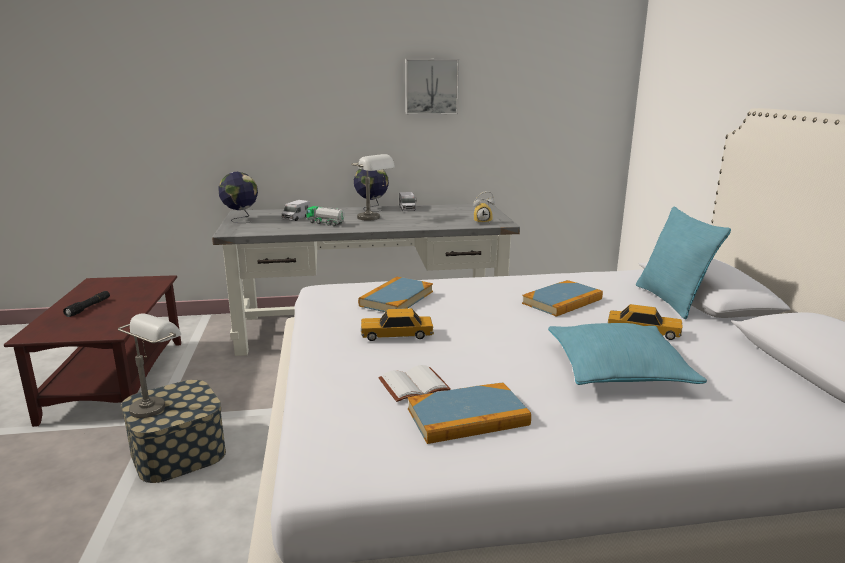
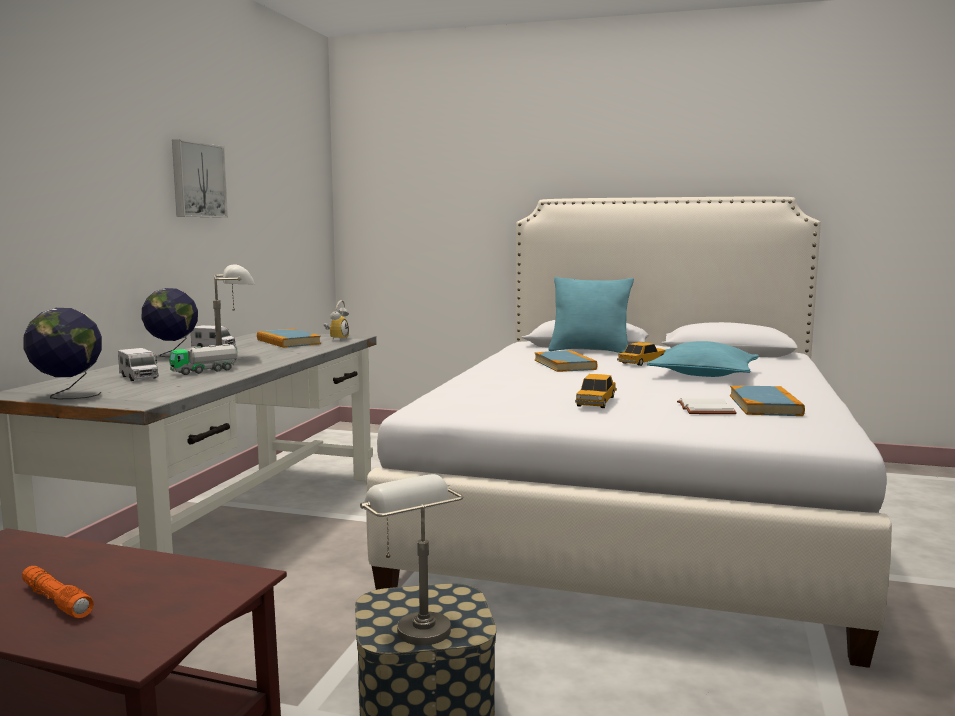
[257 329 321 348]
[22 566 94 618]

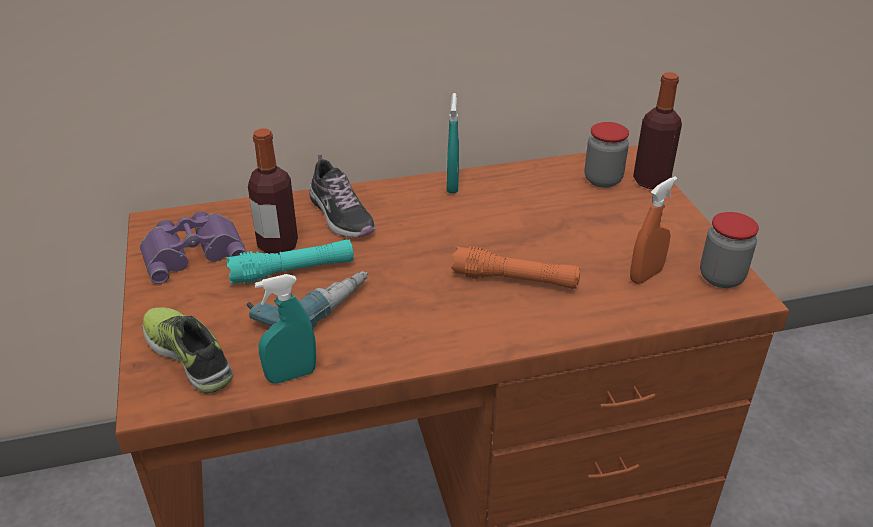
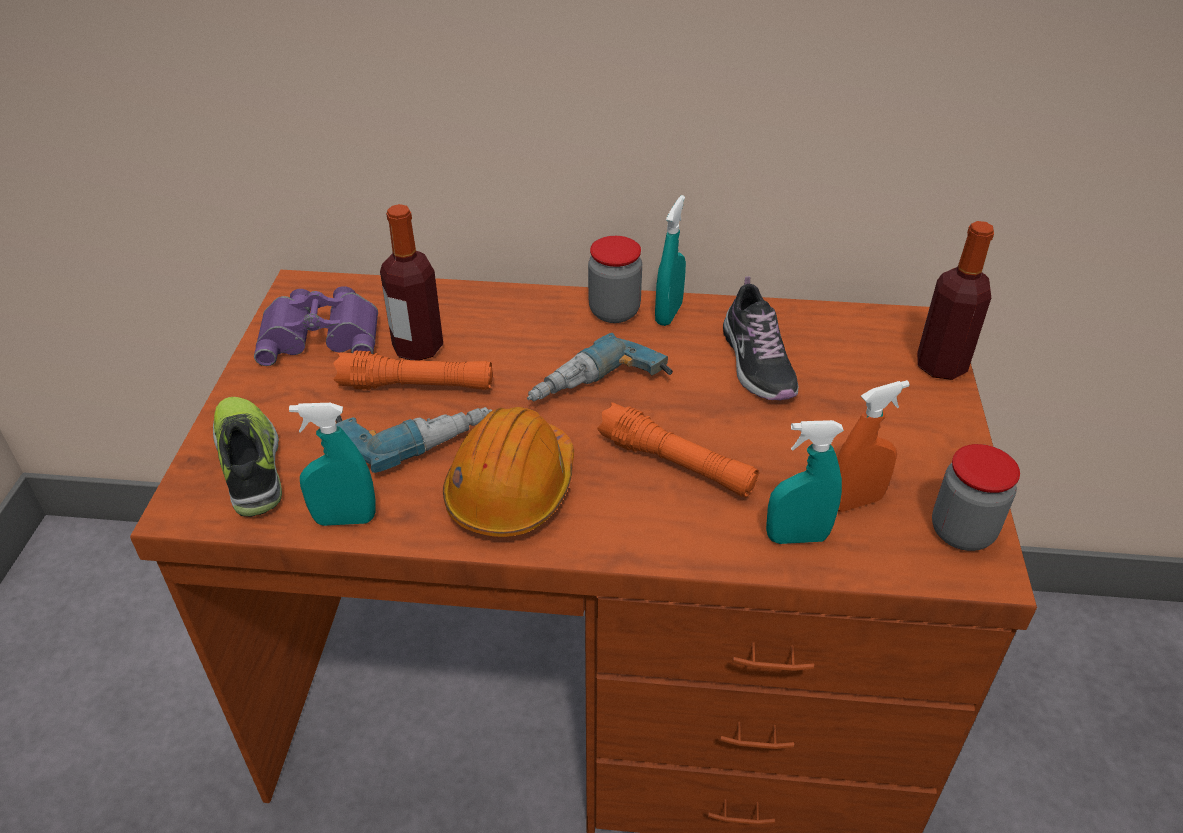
[588 236 642 323]
[723 276 798 400]
[334 351 493 390]
[527 333 673 401]
[443 407 574 537]
[766 420 844 544]

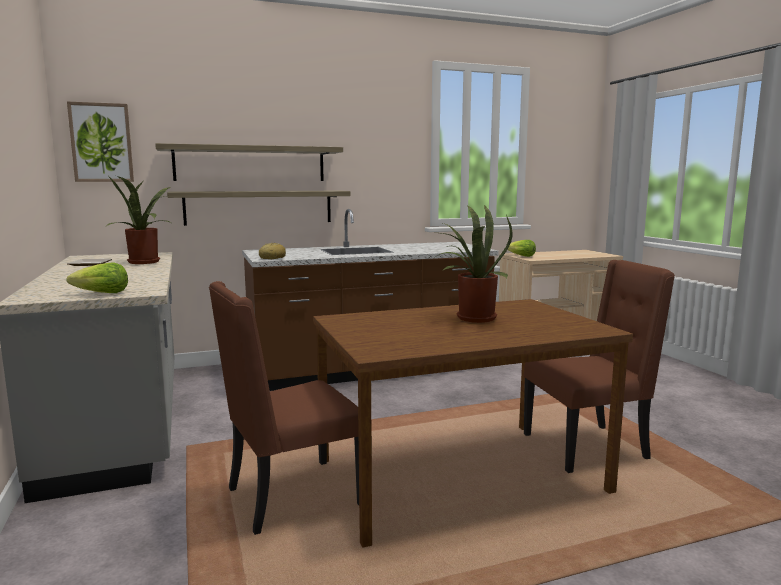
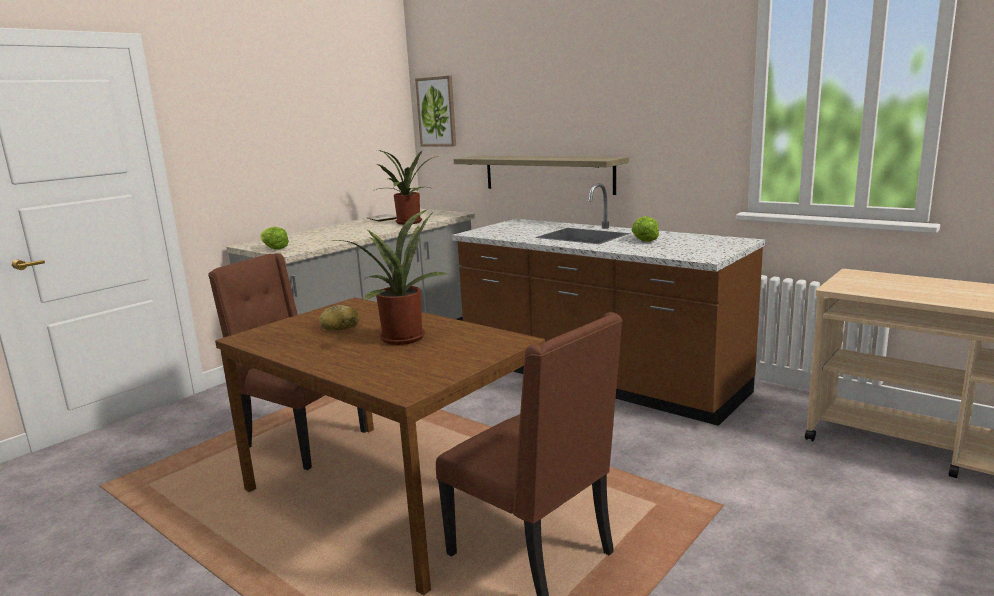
[155 143 343 181] (first image)
[631 216 659 242]
[319 305 359 331]

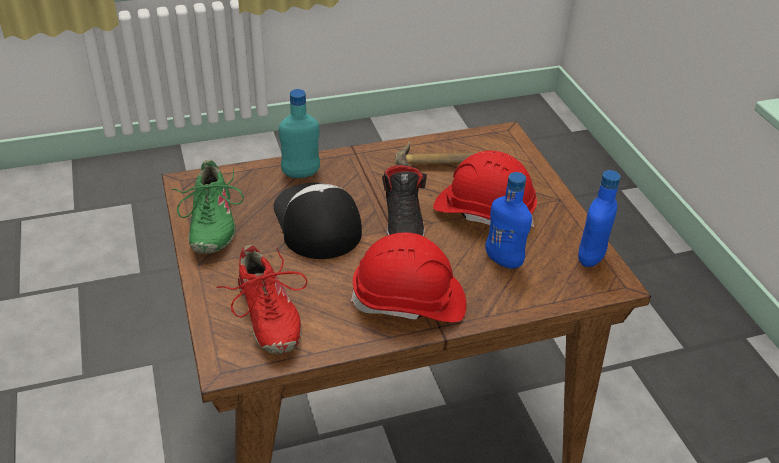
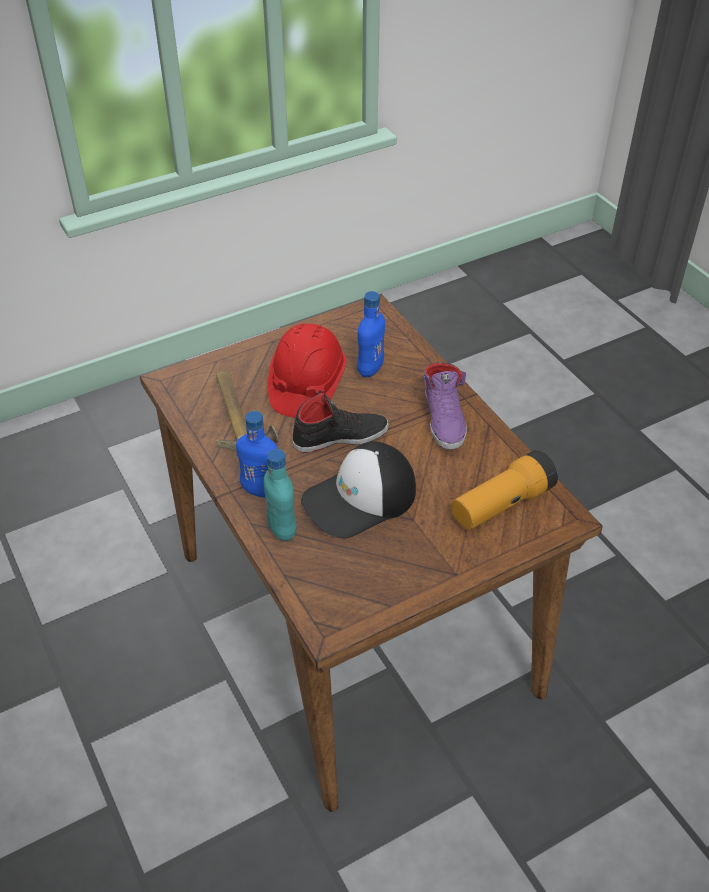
[171 160 244 254] (first image)
[236 411 278 498]
[424 362 467 449]
[452 450 558 530]

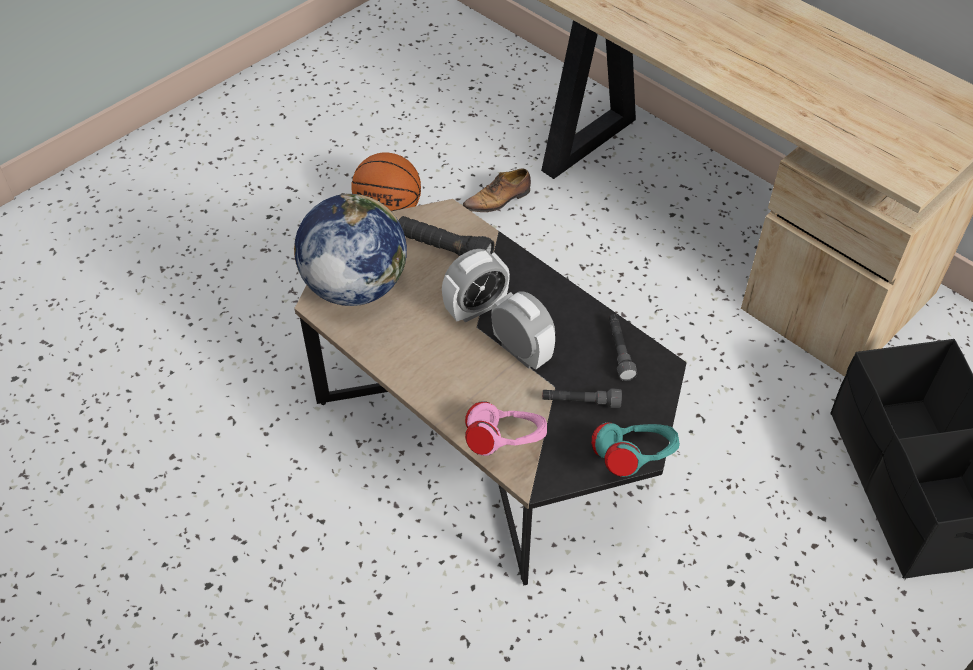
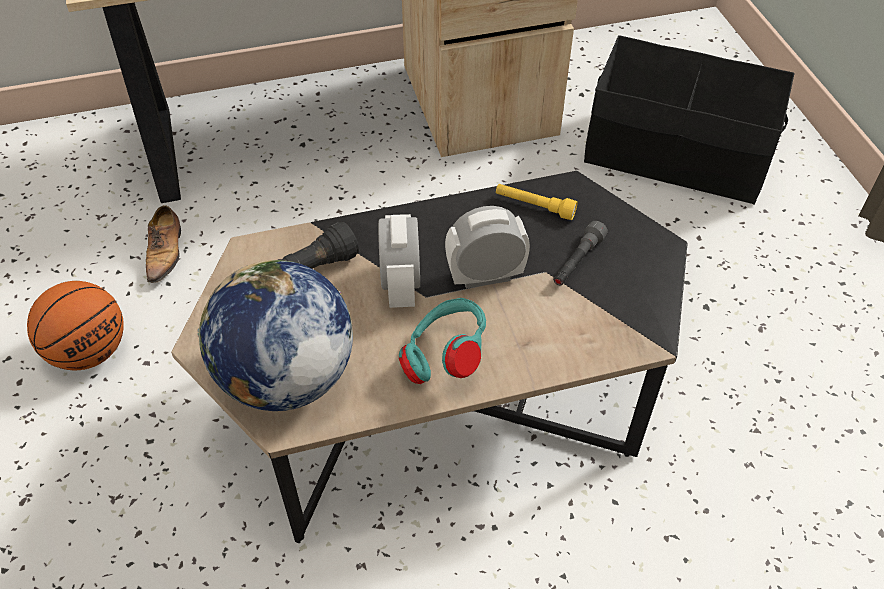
[496 184 578 220]
[465 401 547 456] (first image)
[399 298 486 384]

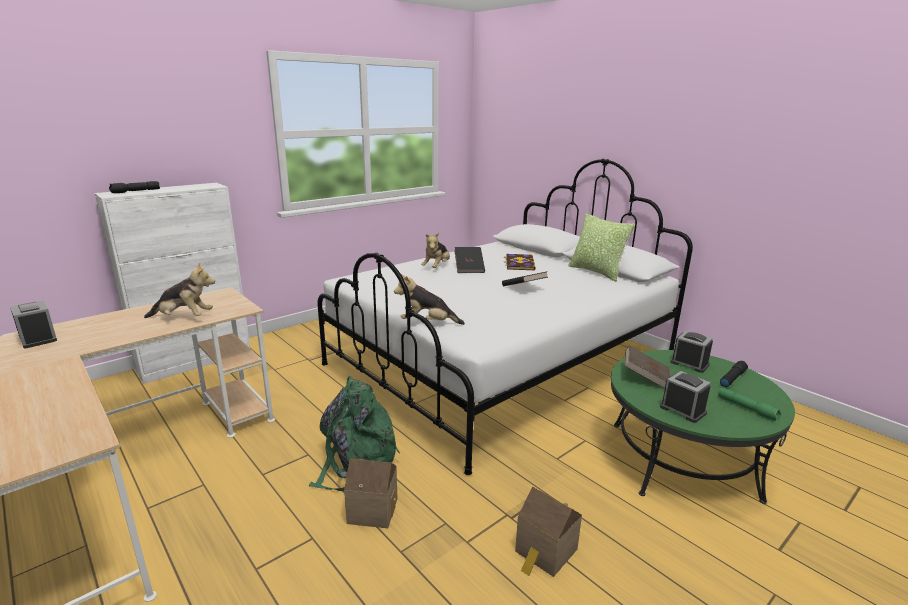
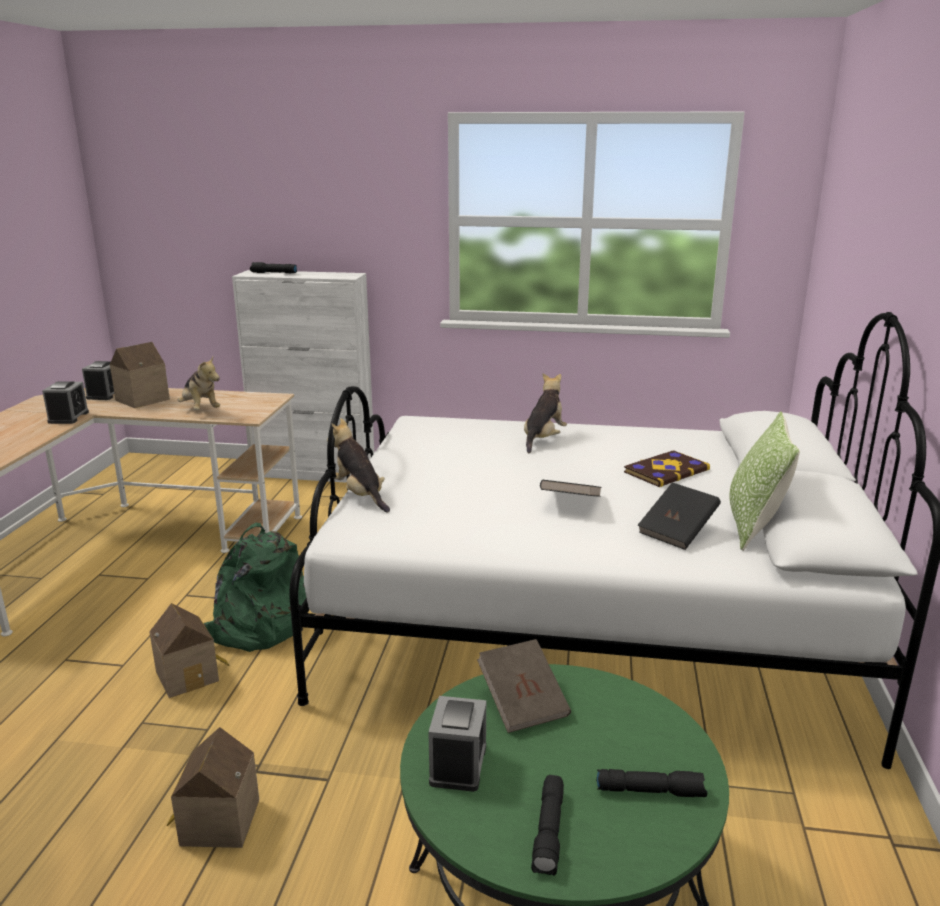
[524 373 567 453]
[637 482 721 550]
[42 381 89 424]
[531 775 564 876]
[110 342 170 408]

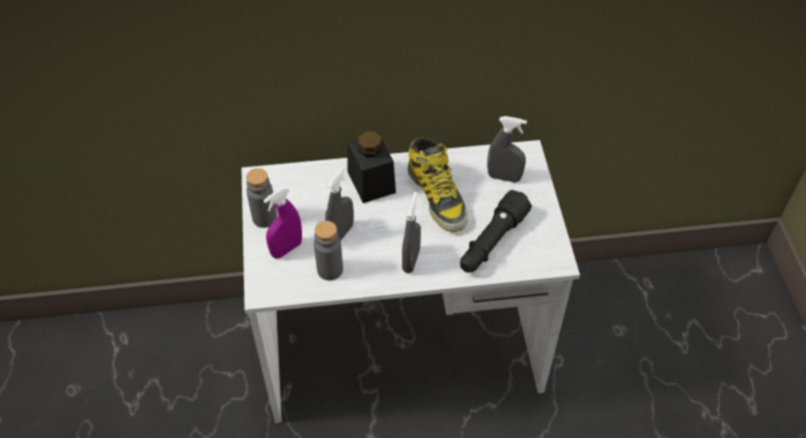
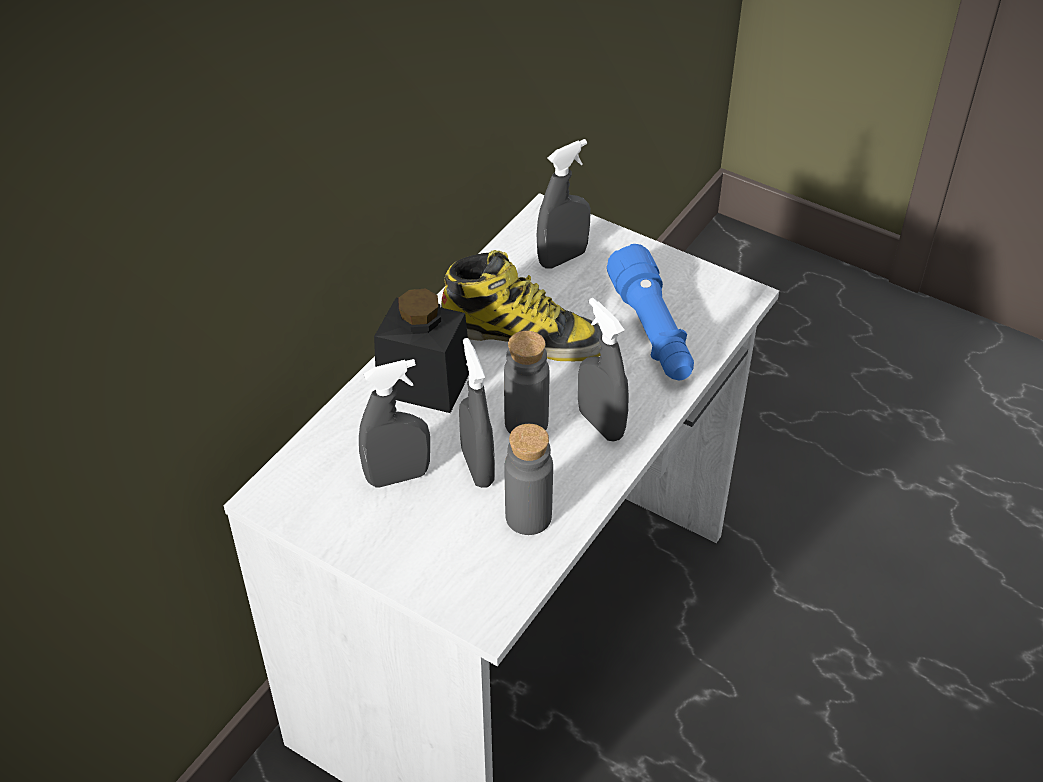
[504 331 550 433]
[264 187 302 259] (first image)
[607 244 694 380]
[359 359 430 488]

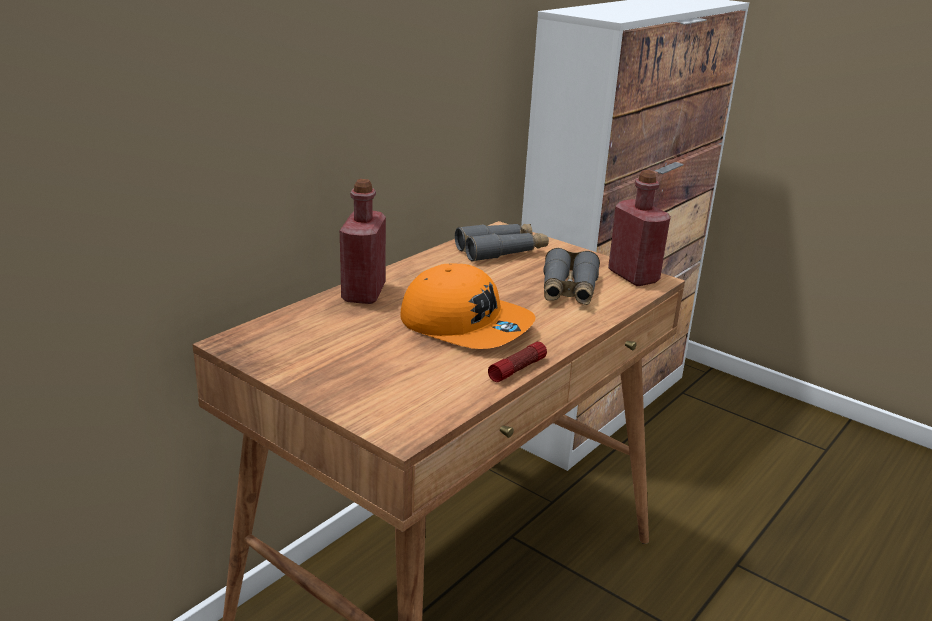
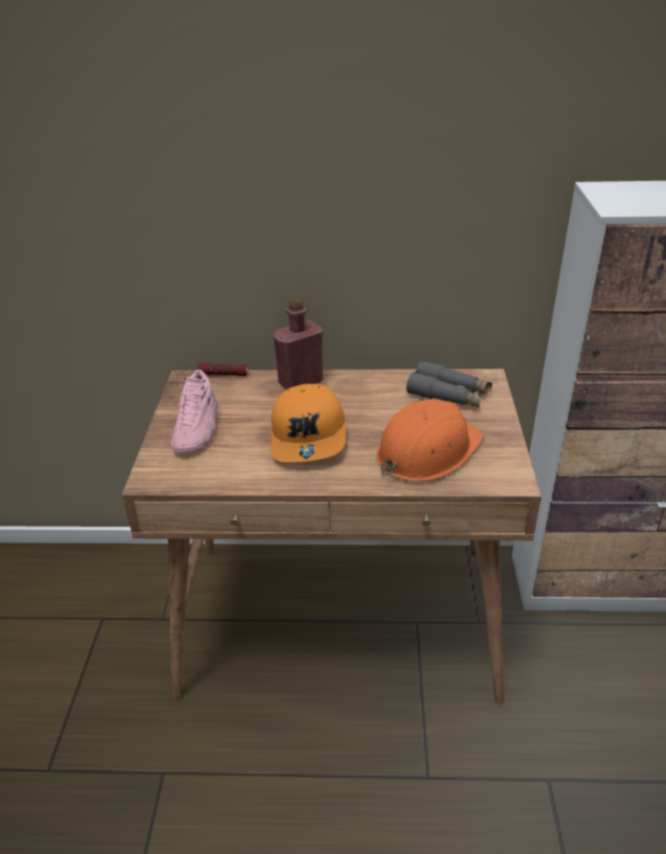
[608 170 671 286] (first image)
[376 399 483 482]
[198 363 248 376]
[171 370 218 454]

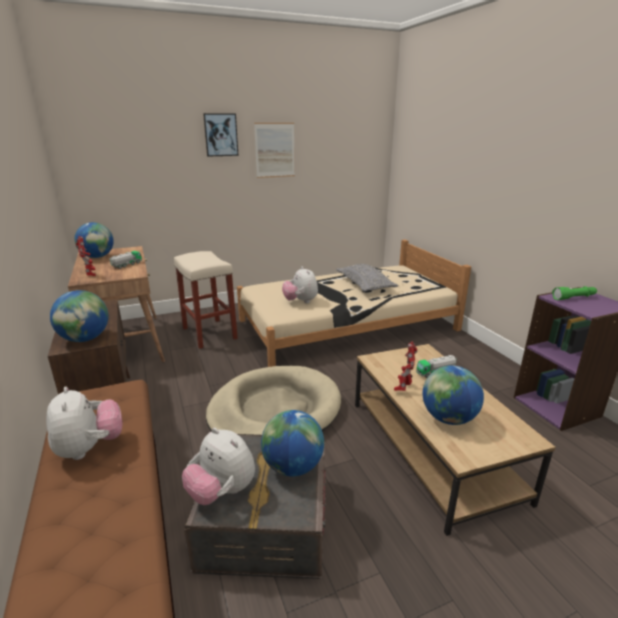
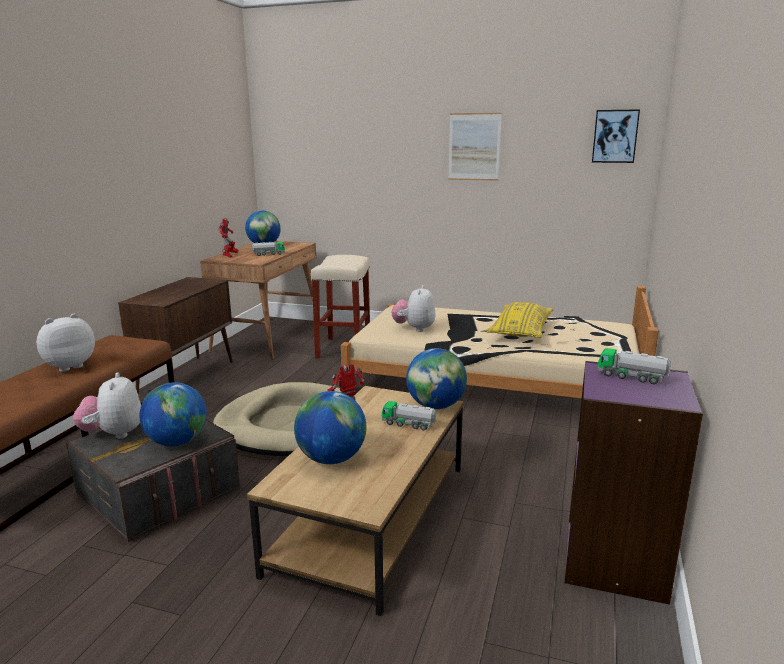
[592 109 640 163]
[486 302 554 338]
[598 348 671 384]
[406 348 467 409]
[36 314 95 372]

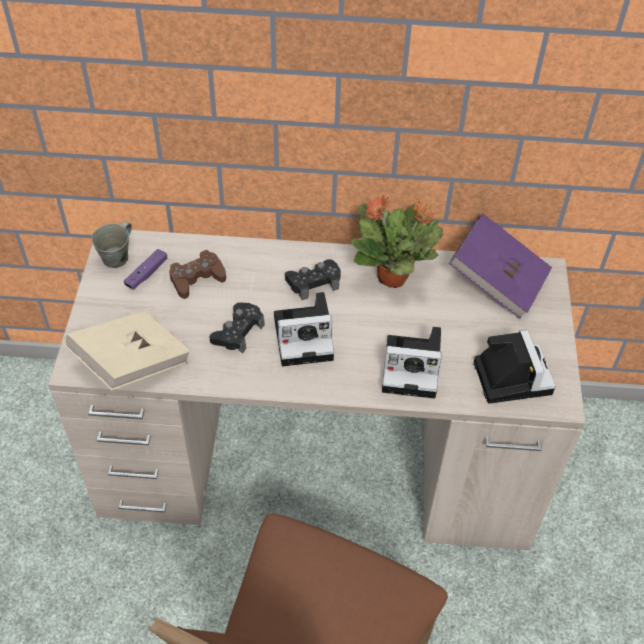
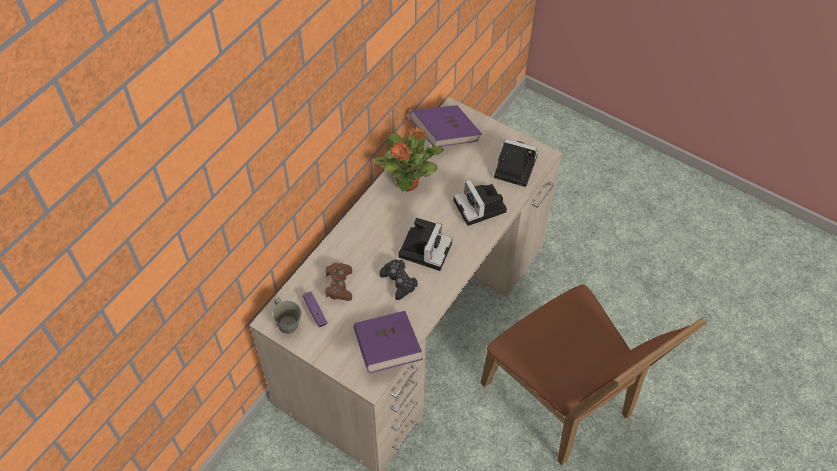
[285 259 341 300] (first image)
[353 311 423 373]
[454 179 507 226]

